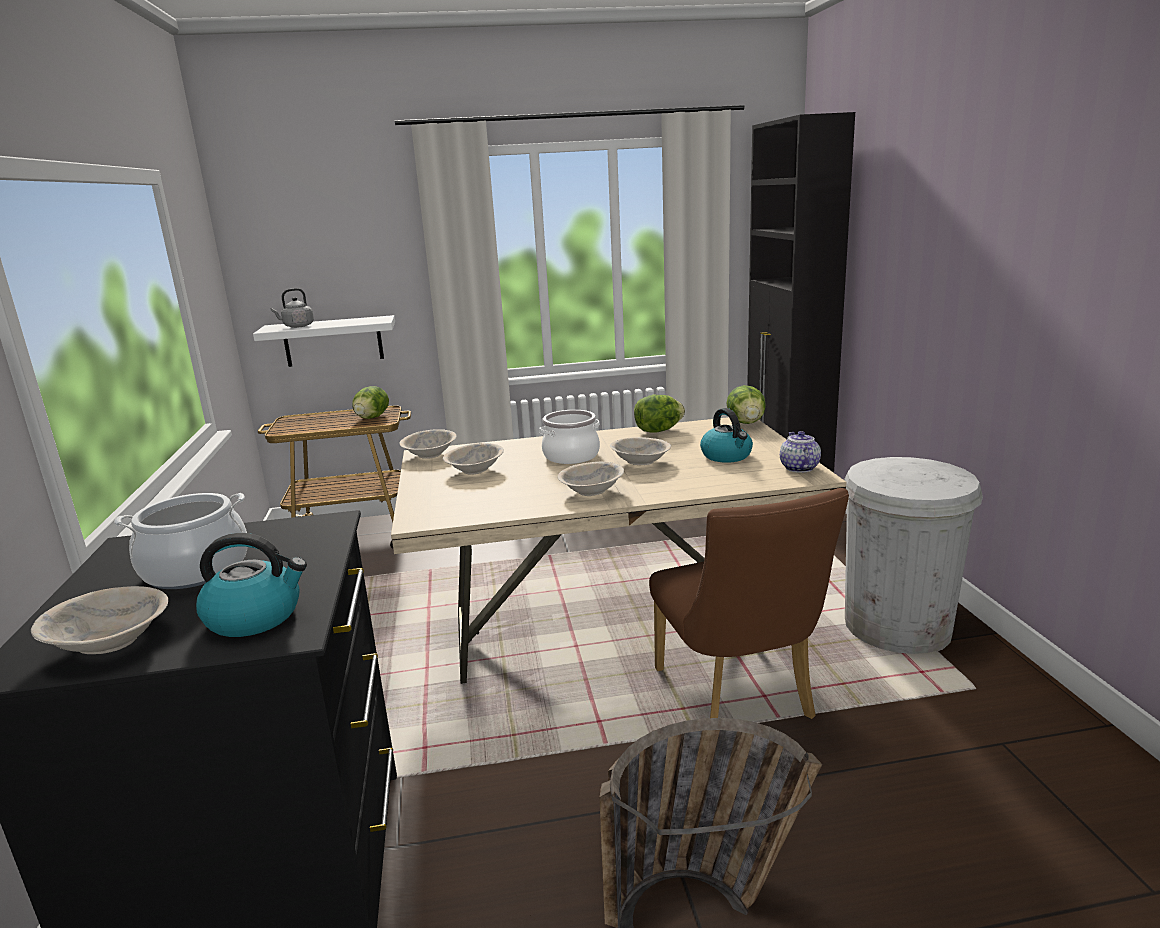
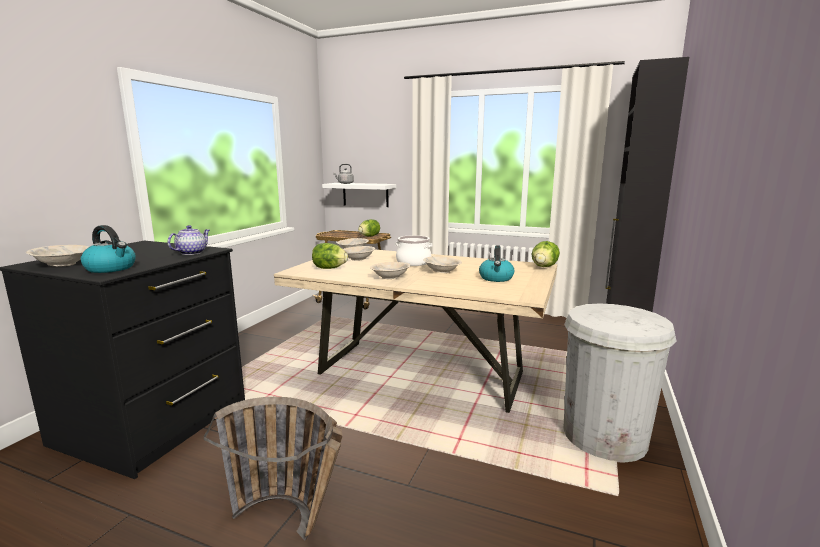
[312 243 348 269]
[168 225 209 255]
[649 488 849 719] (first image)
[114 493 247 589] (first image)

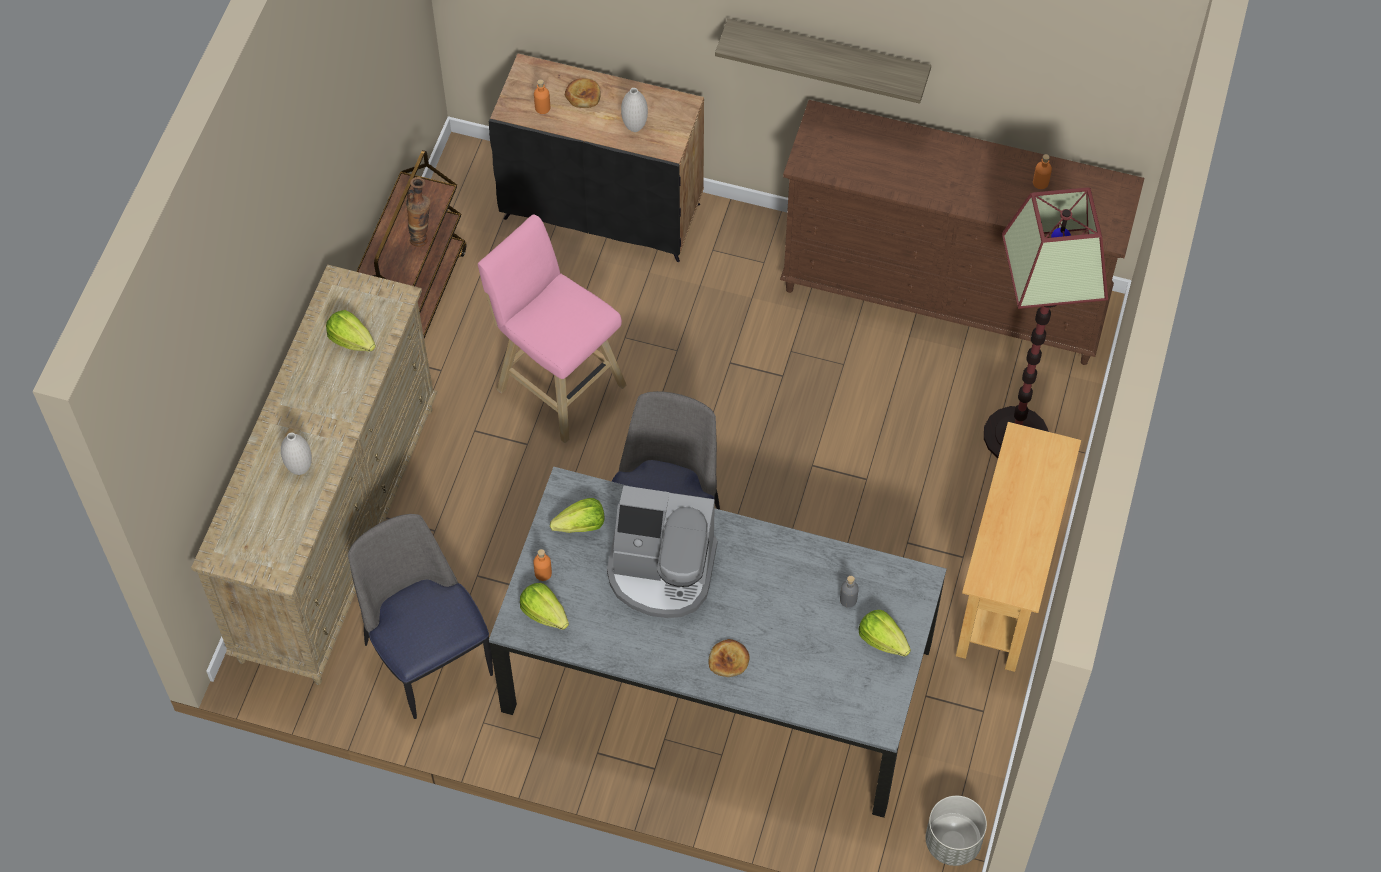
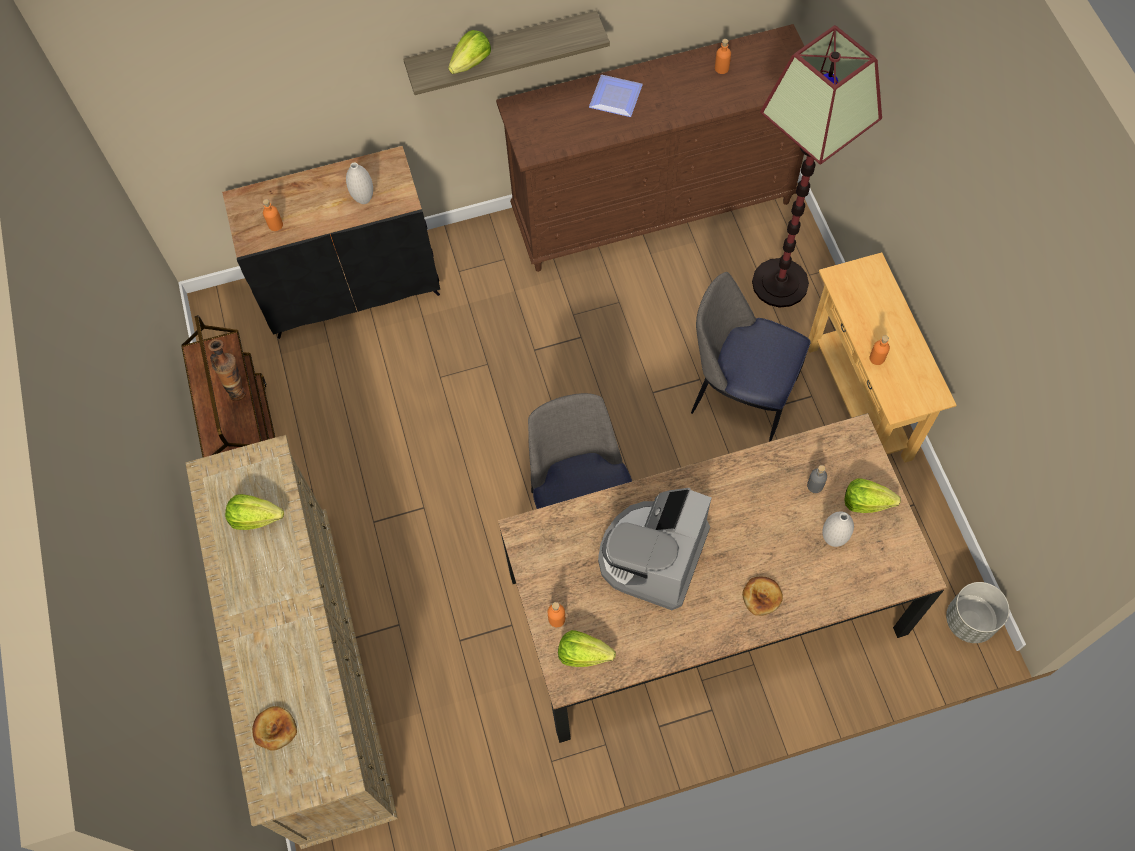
[252 706 297 751]
[478 215 627 443] (first image)
[823 512 854 547]
[498 413 947 743]
[598 488 711 610]
[448 30 491 74]
[691 272 811 442]
[589 75 643 117]
[869 335 890 365]

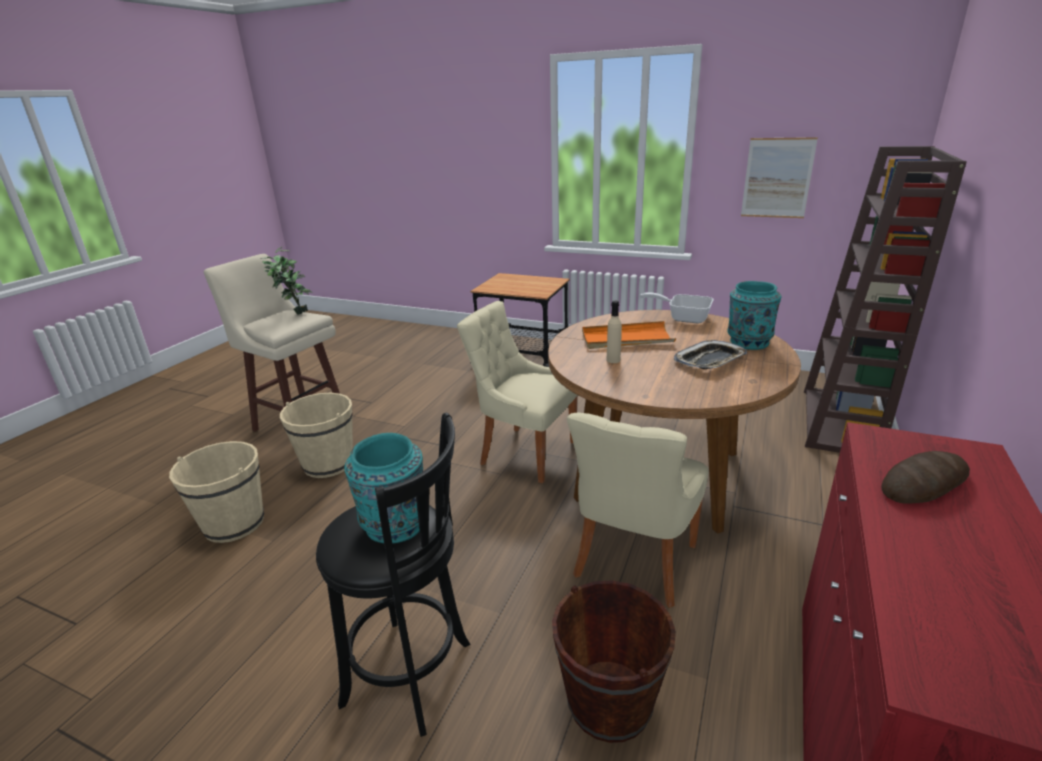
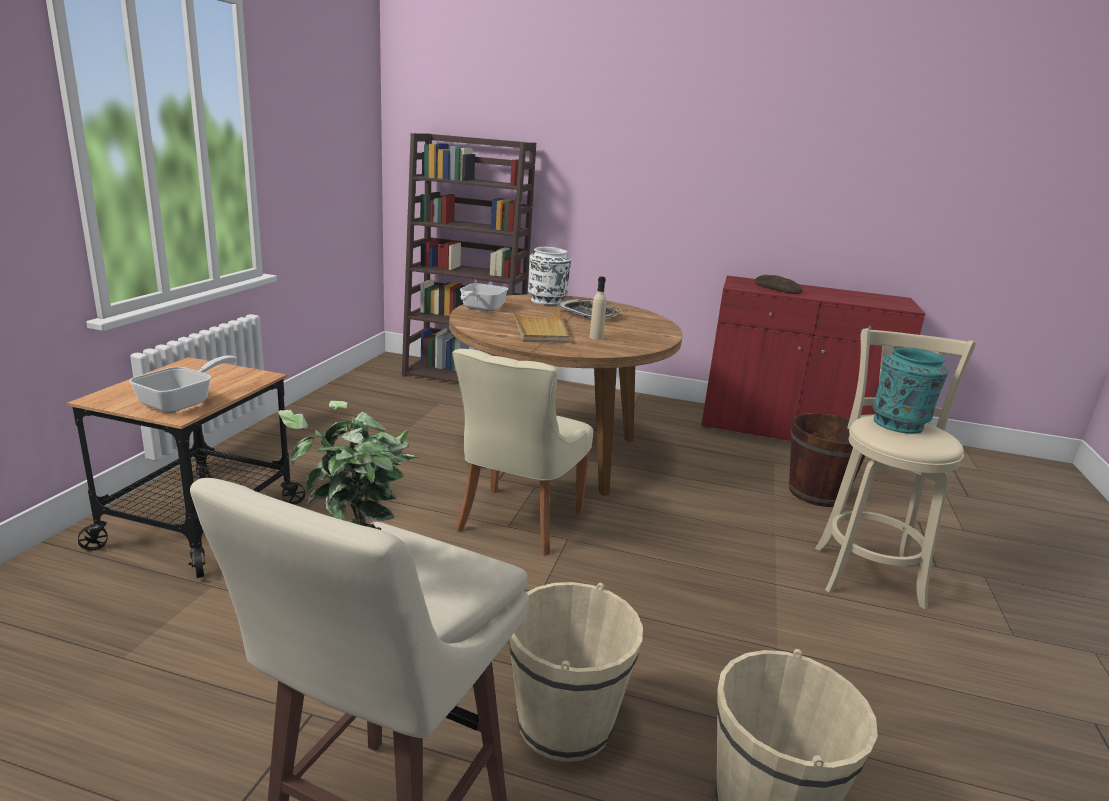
[741 137 818 218] (first image)
[528 247 571 305]
[512 310 570 343]
[567 412 708 608] (first image)
[815 328 976 610]
[129 355 237 413]

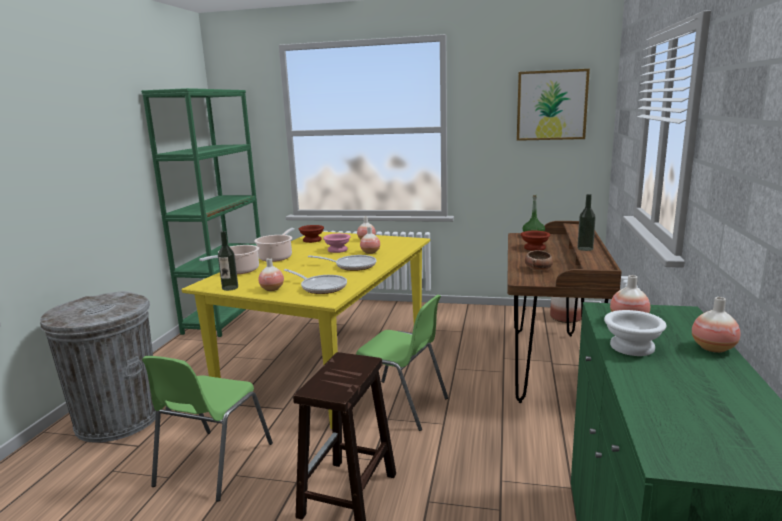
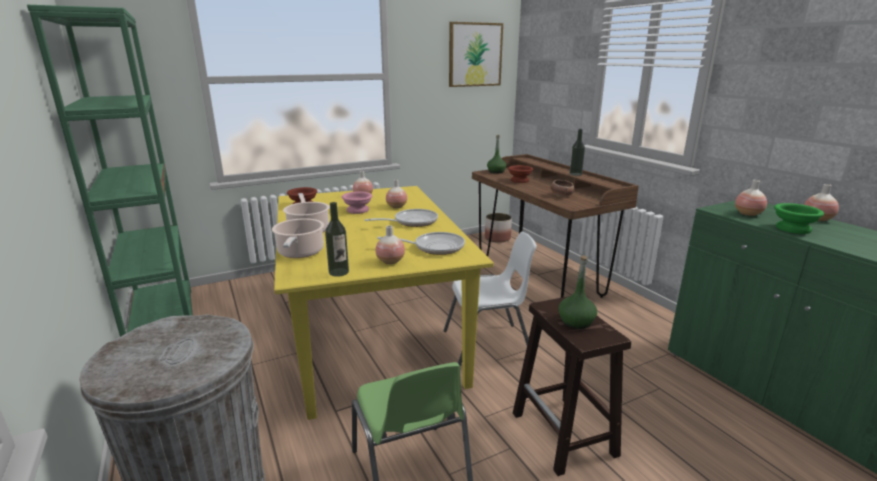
[443 232 537 367]
[774 203 824 234]
[558 255 597 329]

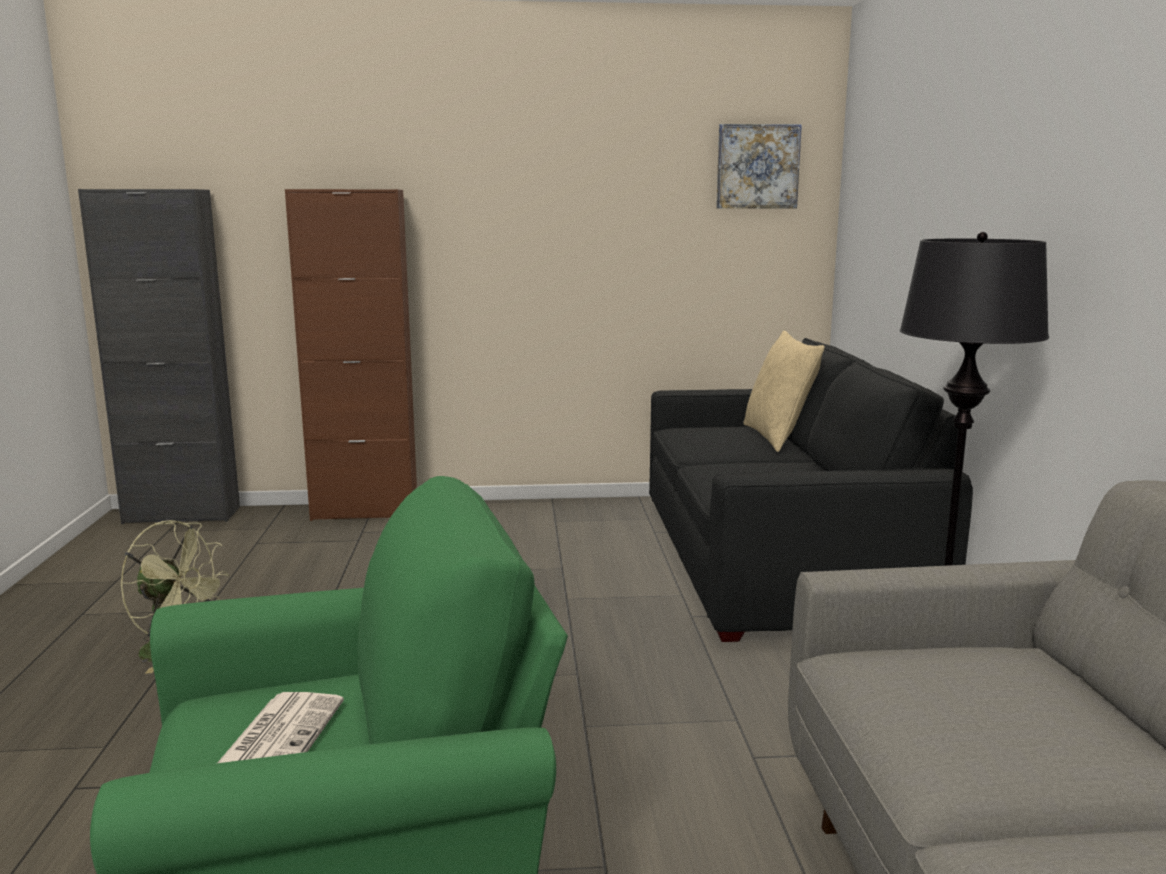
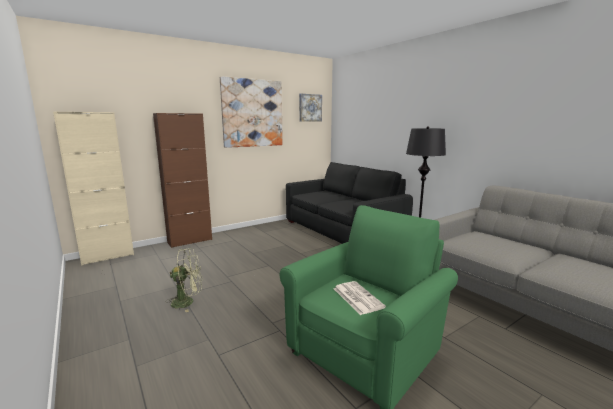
[53 112 134 266]
[743 330 825 452] (first image)
[220 76 283 148]

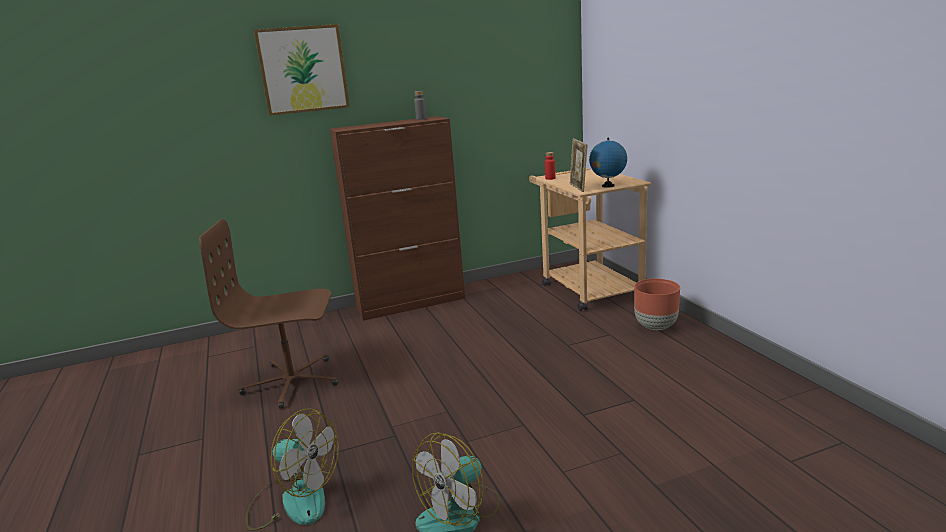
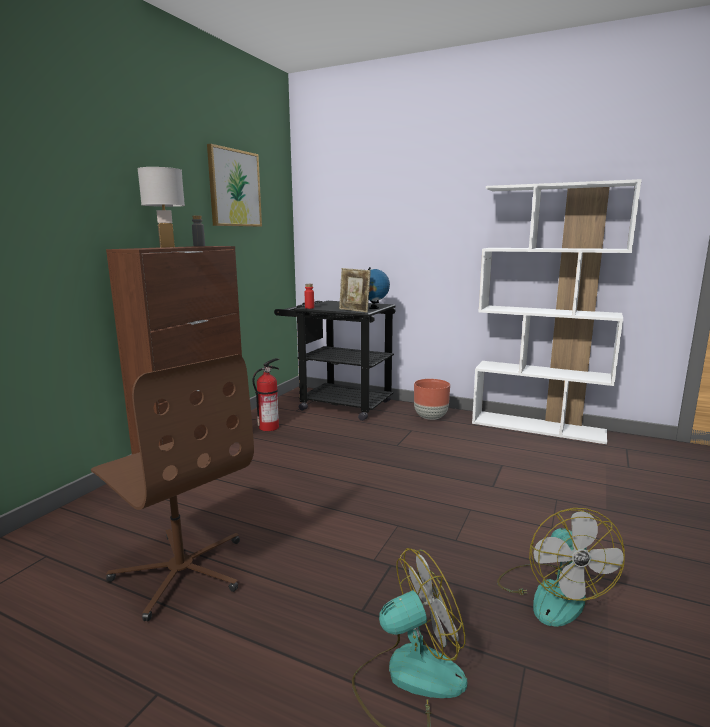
[207 144 262 227]
[274 301 395 421]
[91 354 254 622]
[137 167 185 247]
[472 179 642 444]
[253 358 279 431]

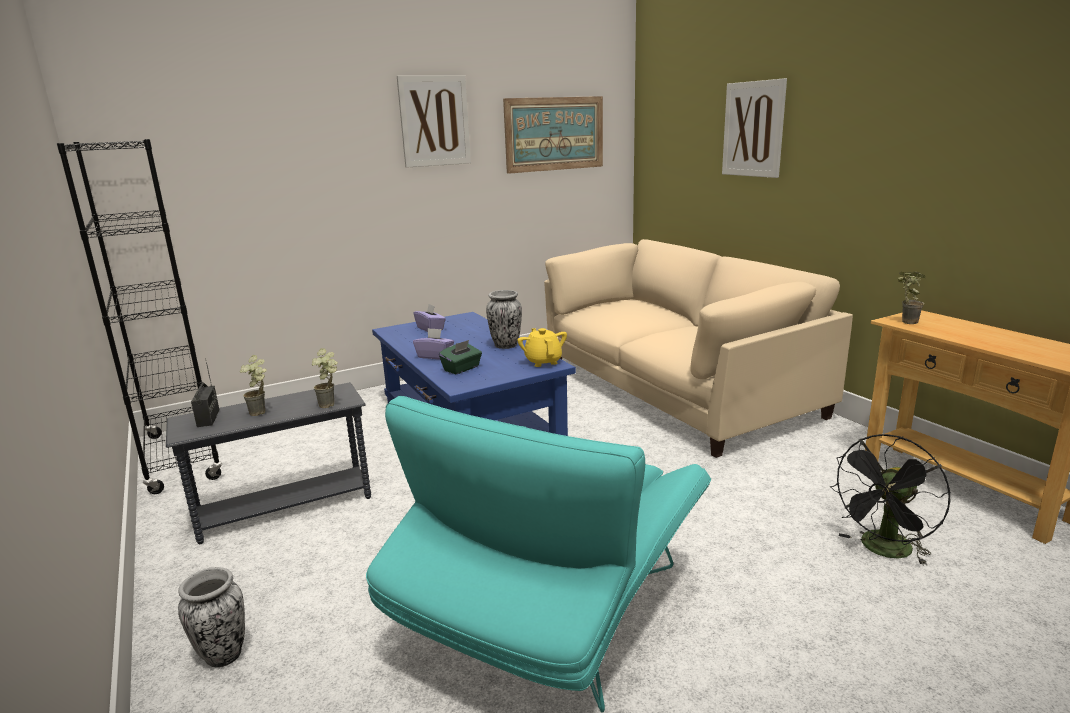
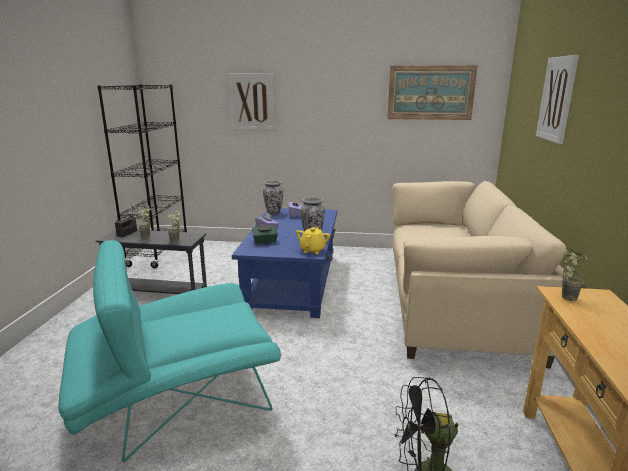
[229 74 276 131]
[263 180 283 215]

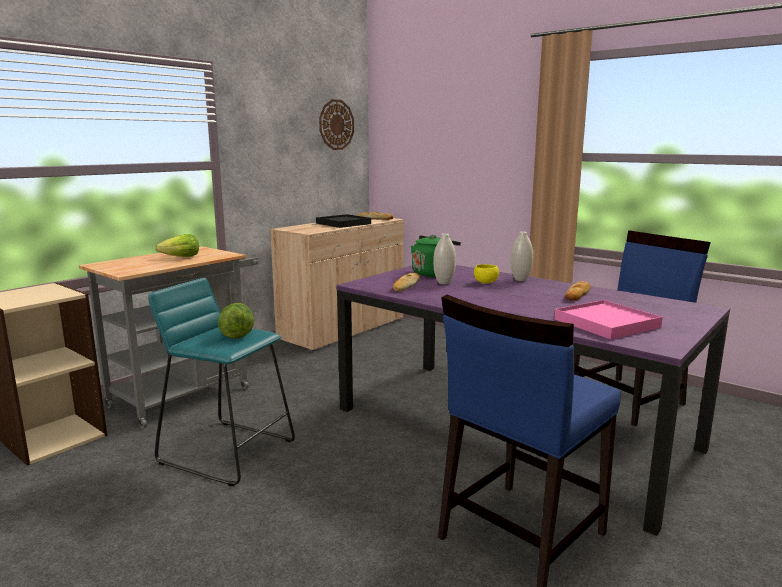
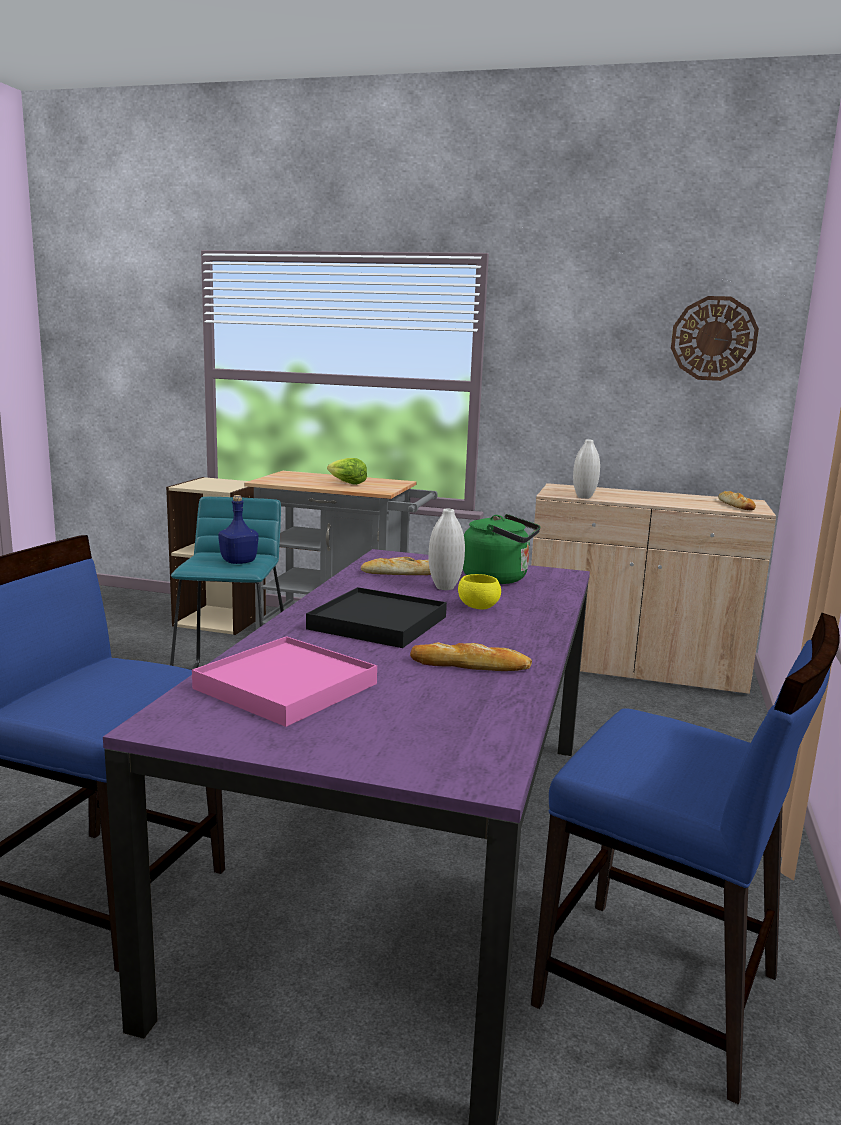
[306 587 447 648]
[573 439 600 499]
[218 495 258 564]

